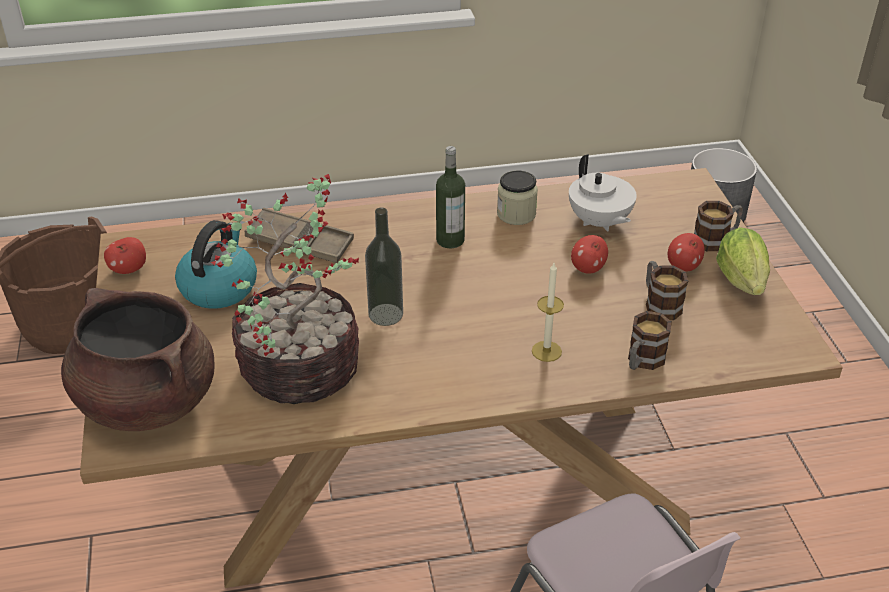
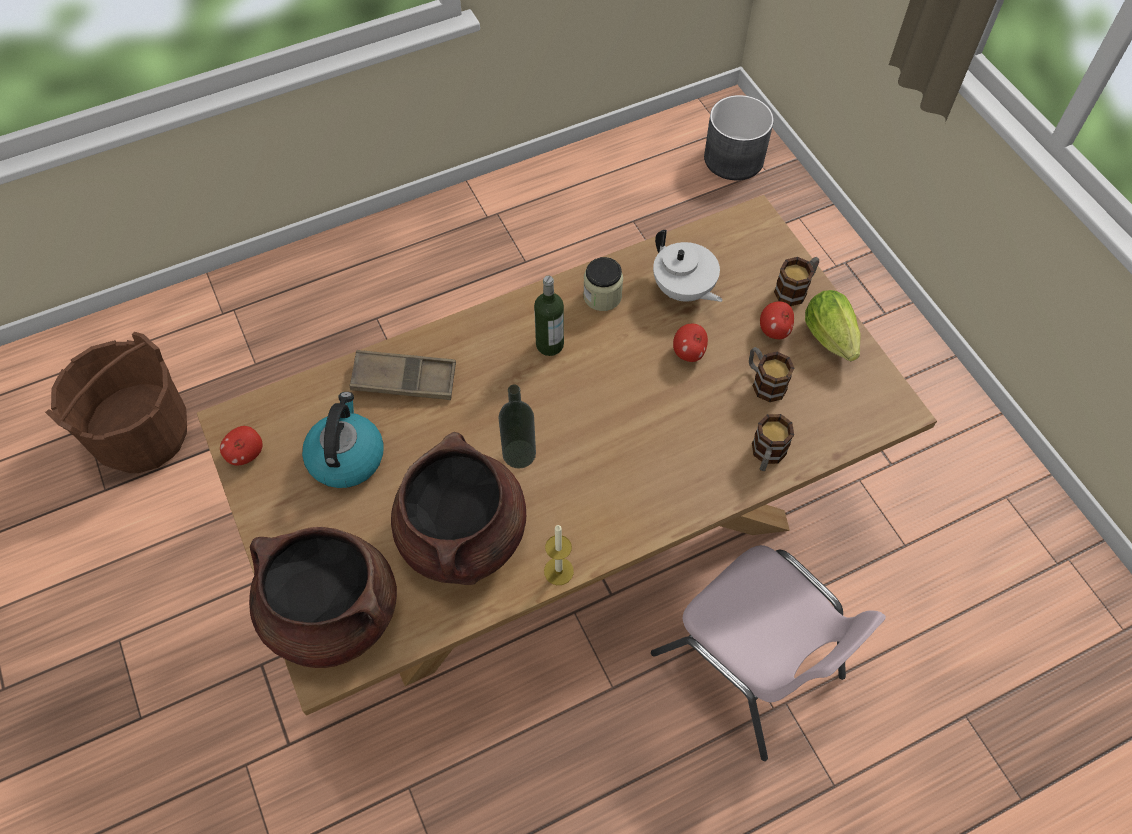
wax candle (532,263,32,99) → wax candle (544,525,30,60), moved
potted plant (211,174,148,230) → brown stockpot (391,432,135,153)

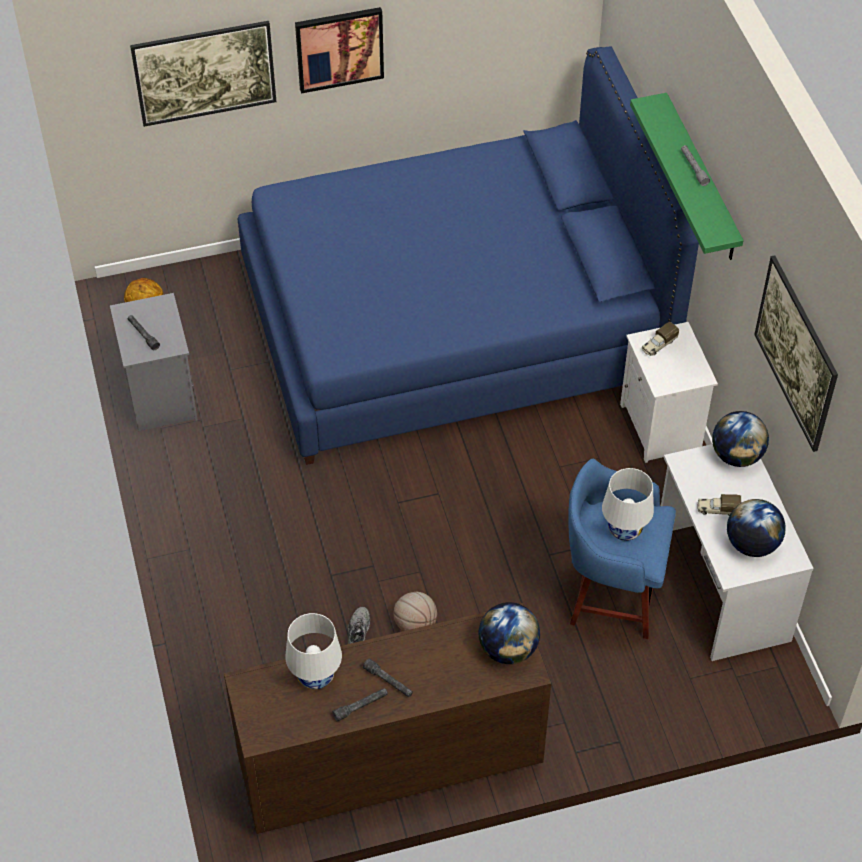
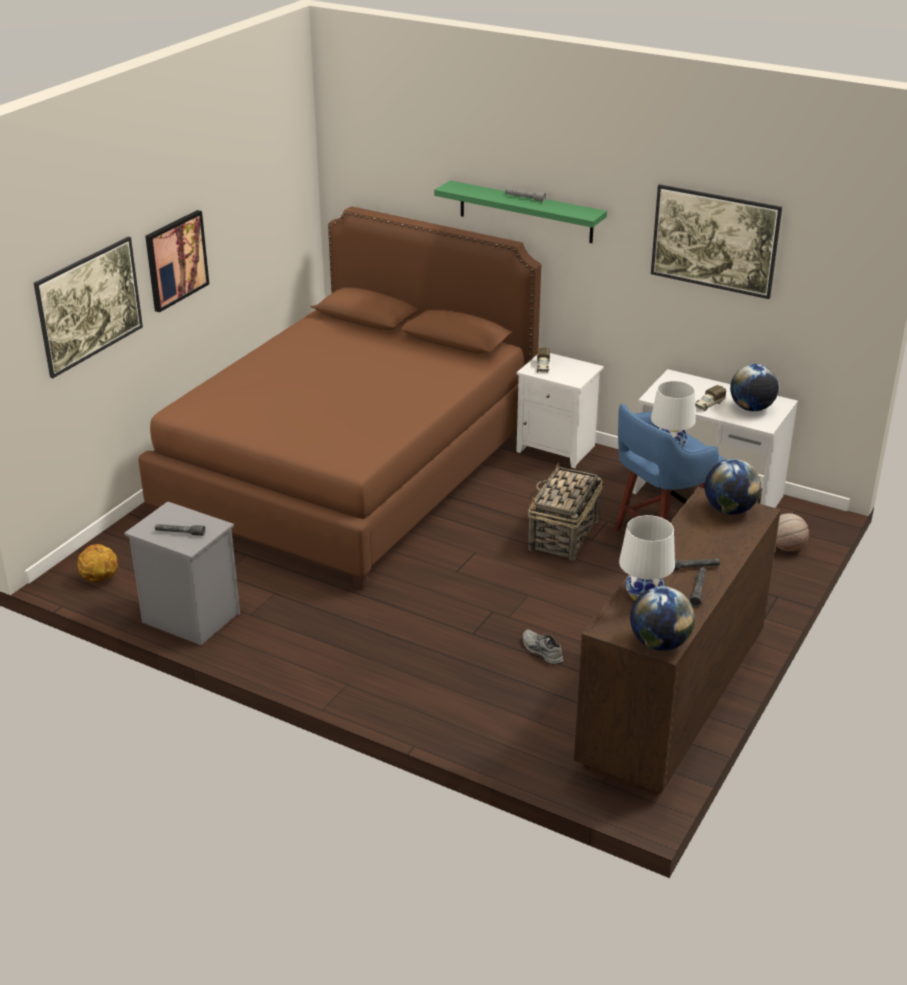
- → basket (528,462,75,99)
ball for basketball (393,592,44,39) → ball for basketball (775,513,34,38), moved
globe (712,411,57,56) → globe (630,586,65,65), moved
bluish sleeping bed (238,47,461,418) → brown sleeping bed (138,207,403,383)

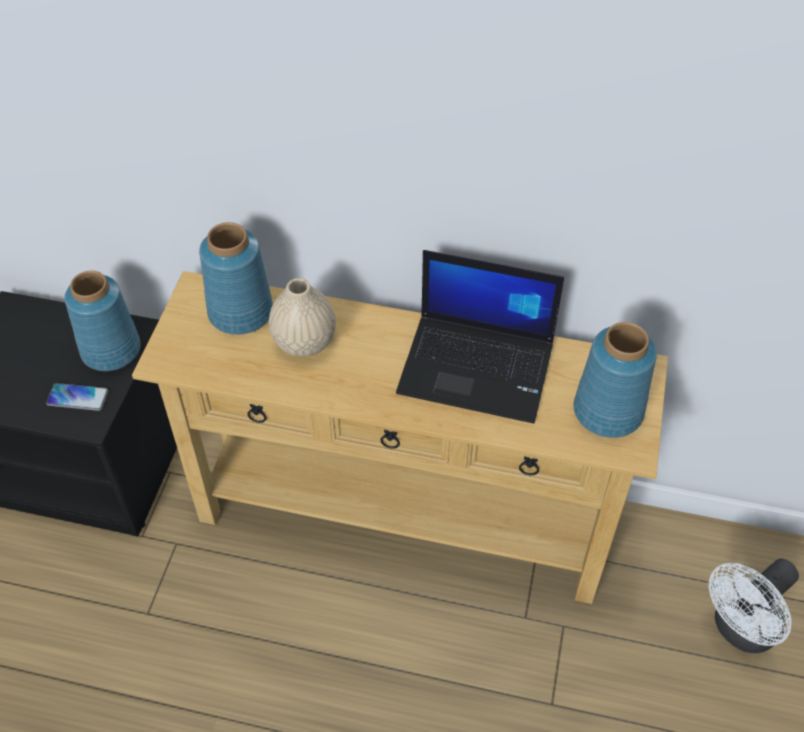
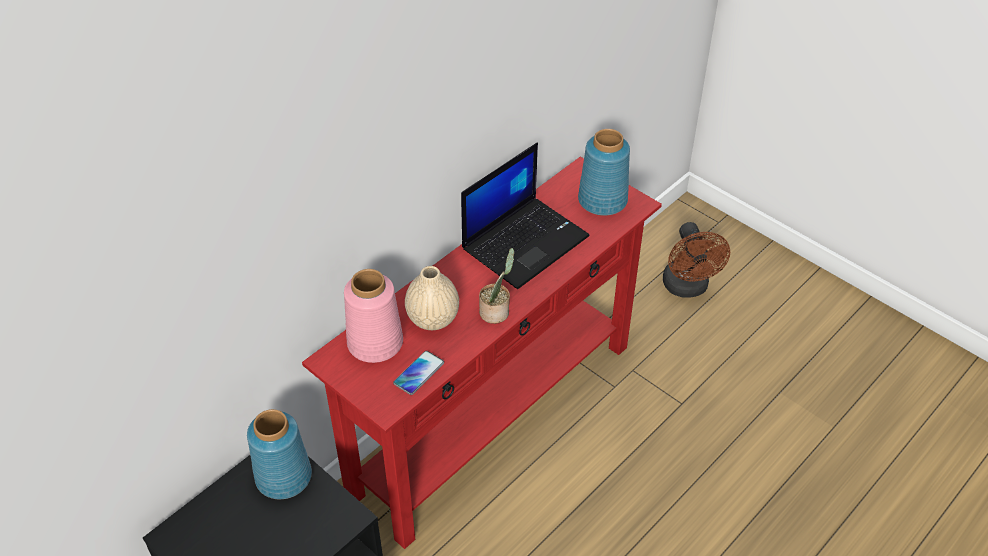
- → potted plant (479,248,35,76)
phone (46,383,63,28) → phone (393,351,51,44), moved
sand-coloured console table (132,271,536,333) → reddish console table (302,157,360,392)
bluish flower vase (199,222,74,113) → pink flower vase (344,269,59,94)
white electric fan (709,558,90,95) → brown electric fan (663,222,67,76)

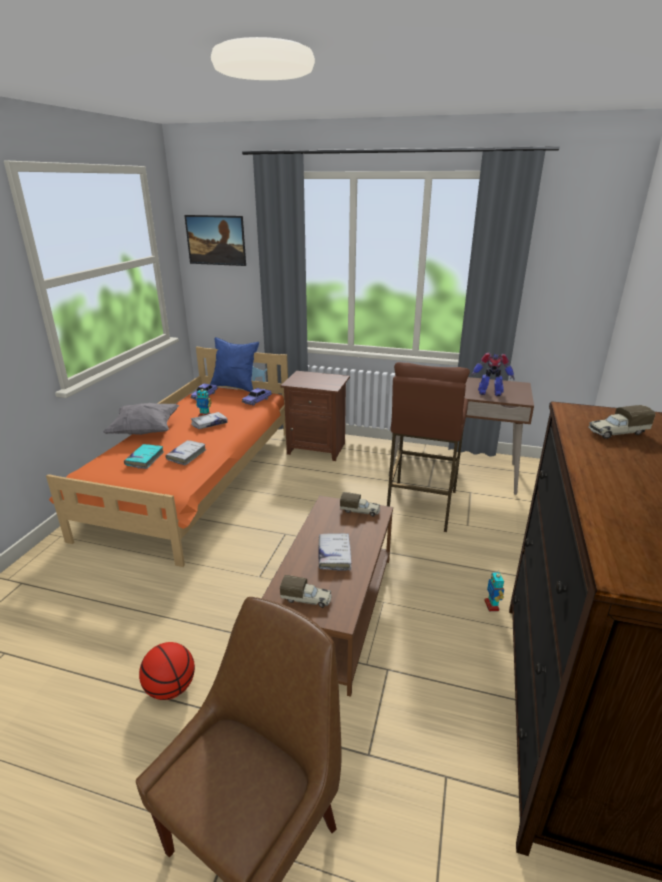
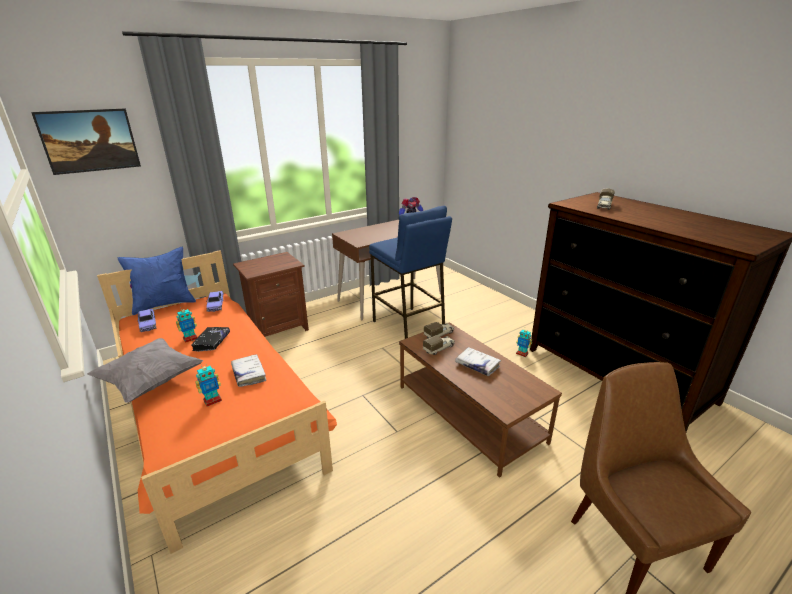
ball for basketball (139,642,56,58) → -
model truck (280,575,51,33) → model truck (423,336,32,19), moved
turquoise volume (124,444,40,25) → model robot (195,363,27,43)
white volume (191,412,37,17) → black volume (191,327,39,24)
brown sitting stool (387,362,83,170) → bluish sitting stool (369,206,83,133)

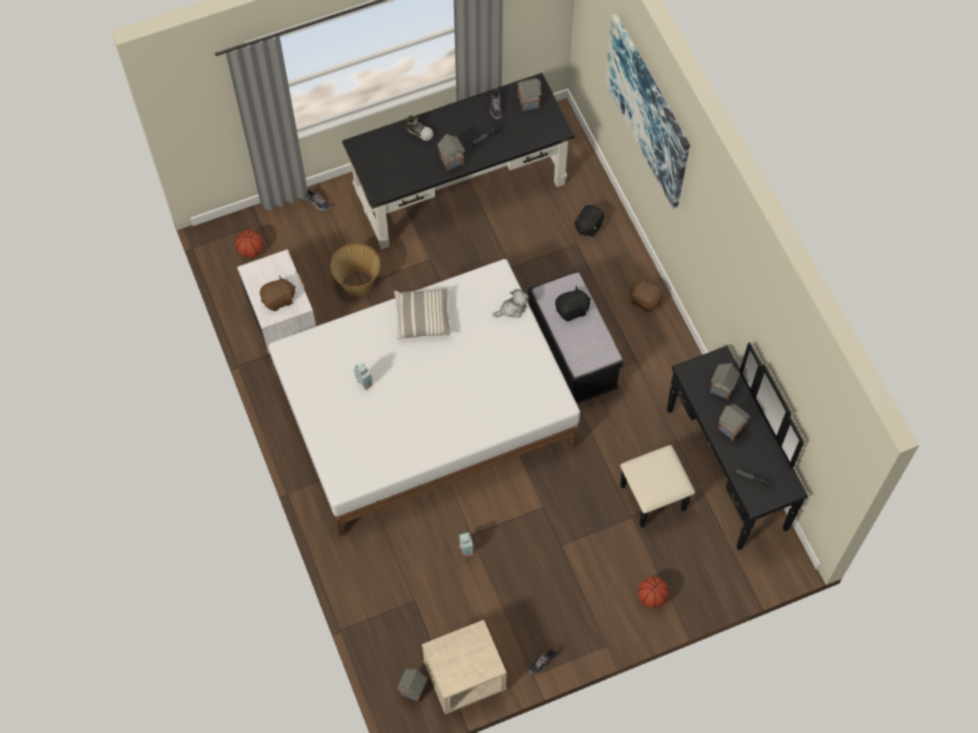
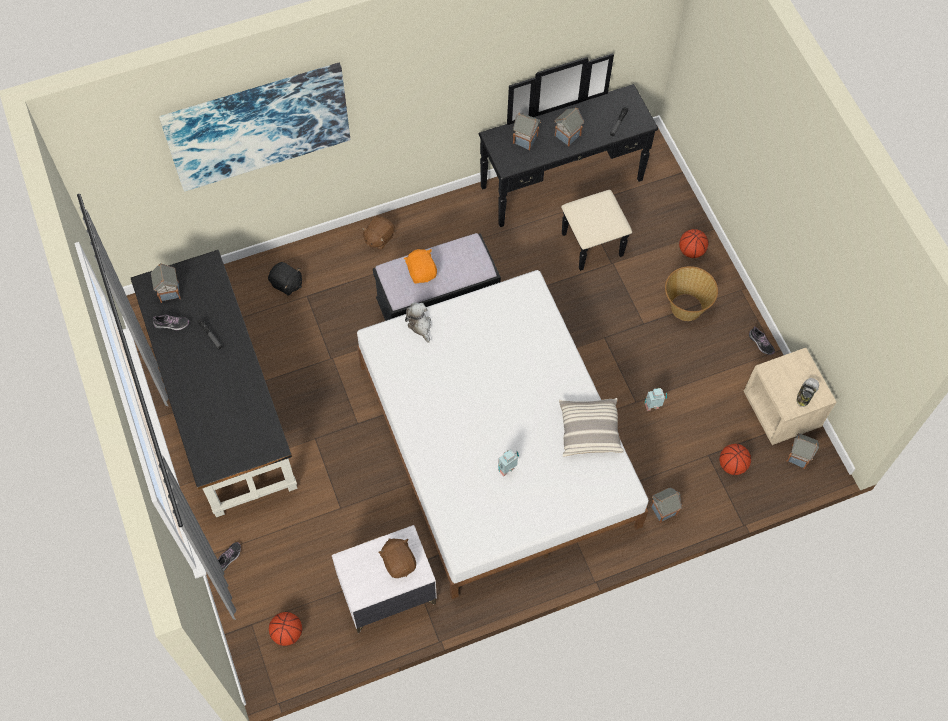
- → ball for basketball (719,444,32,31)
basket (330,243,51,53) → basket (665,266,53,55), moved
throw pillow (394,288,58,52) → throw pillow (559,398,65,58), moved
low shoe (406,115,28,26) → low shoe (796,378,23,29), moved
model house (437,134,28,38) → model house (650,488,32,35), moved
black cuddly toy (555,286,36,35) → orangey cuddly toy (404,249,33,34)

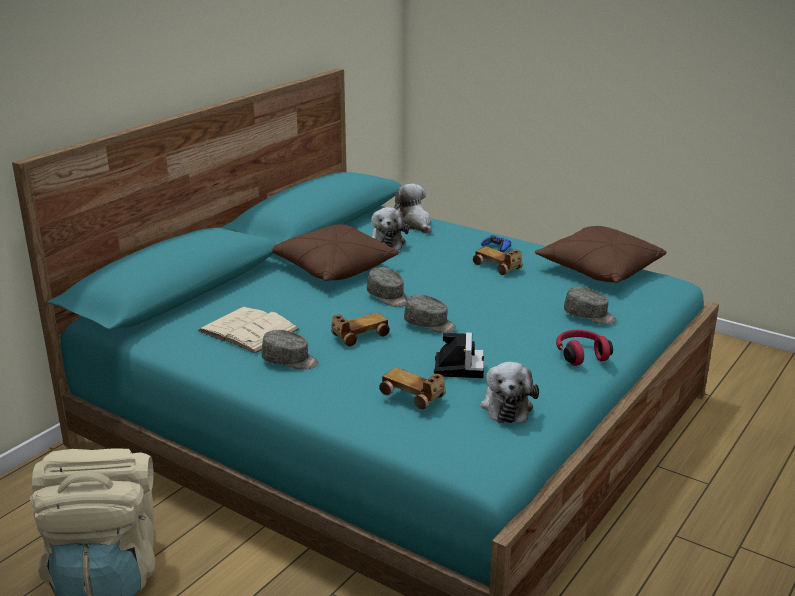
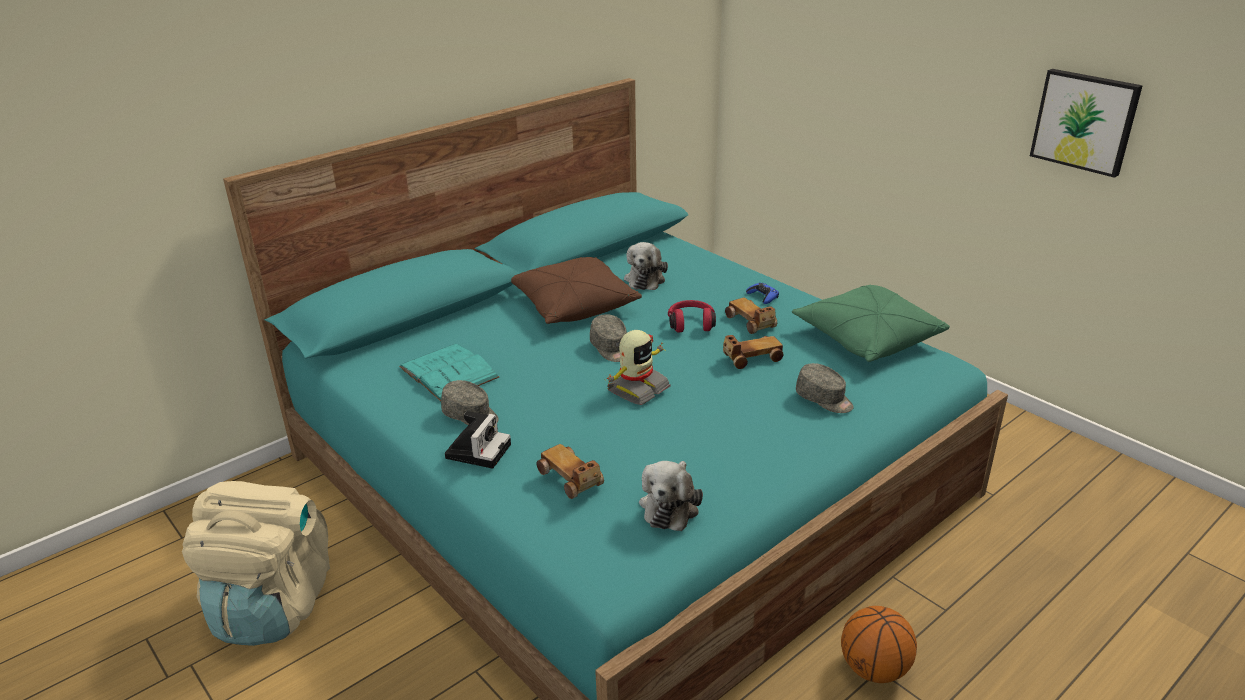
cuddly toy (394,184,38,50) → -
- → ball for basketball (841,606,76,77)
- → picture (1030,69,113,109)
toy car (331,313,59,33) → toy car (723,335,61,34), moved
photo camera (434,332,50,46) → photo camera (445,411,66,58), moved
reddish headset (556,330,57,36) → reddish headset (668,300,48,32), moved
grey cap (404,294,52,39) → model robot (607,330,63,75)
sand-coloured volume (198,307,101,46) → turquoise volume (399,343,100,59)
brown throw pillow (535,226,131,57) → green-coloured throw pillow (792,285,158,77)

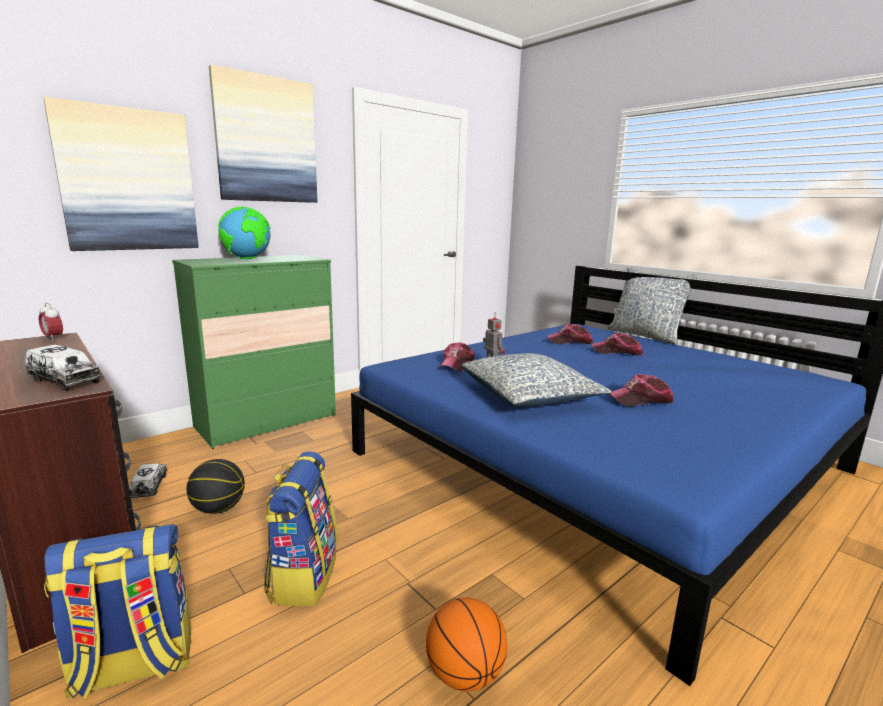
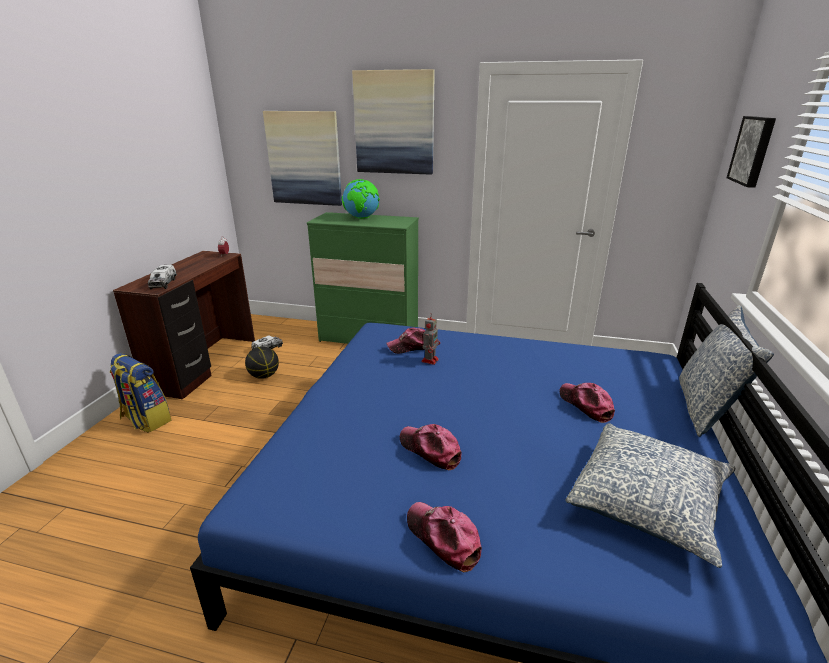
backpack (264,451,74,155) → -
ball for basketball (426,597,81,94) → -
- → picture (727,116,49,72)
throw pillow (462,353,149,54) → throw pillow (566,423,170,145), moved
cap (546,324,47,21) → cap (407,502,75,70), moved

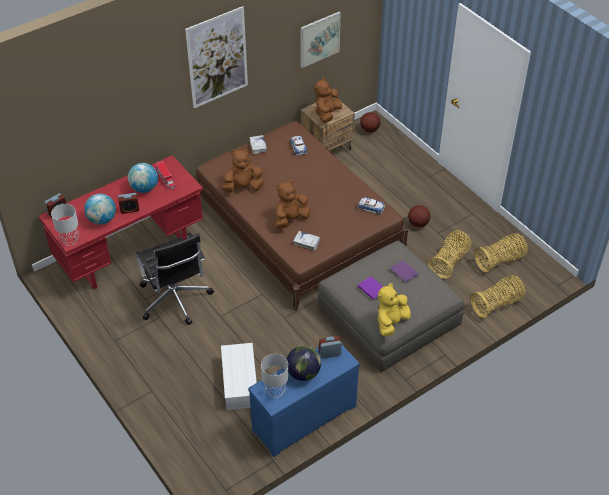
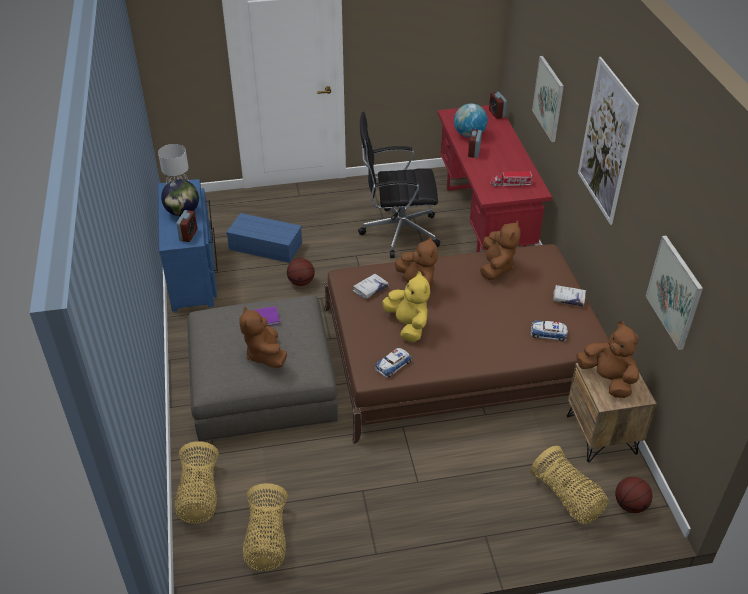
grey tabletop lamp (51,204,28,42) → -
globe (128,163,30,30) → -
- → picture (532,56,32,86)
yellowish cuddly toy (378,283,33,54) → yellowish cuddly toy (382,271,48,71), moved
ball for basketball (408,205,22,22) → ball for basketball (287,258,28,28), moved
basket (428,230,43,49) → basket (531,446,78,79), moved
purplish volume (390,260,29,24) → brown cuddly toy (239,306,48,62)
white storage box (221,343,36,67) → bluish storage box (226,213,76,50)

